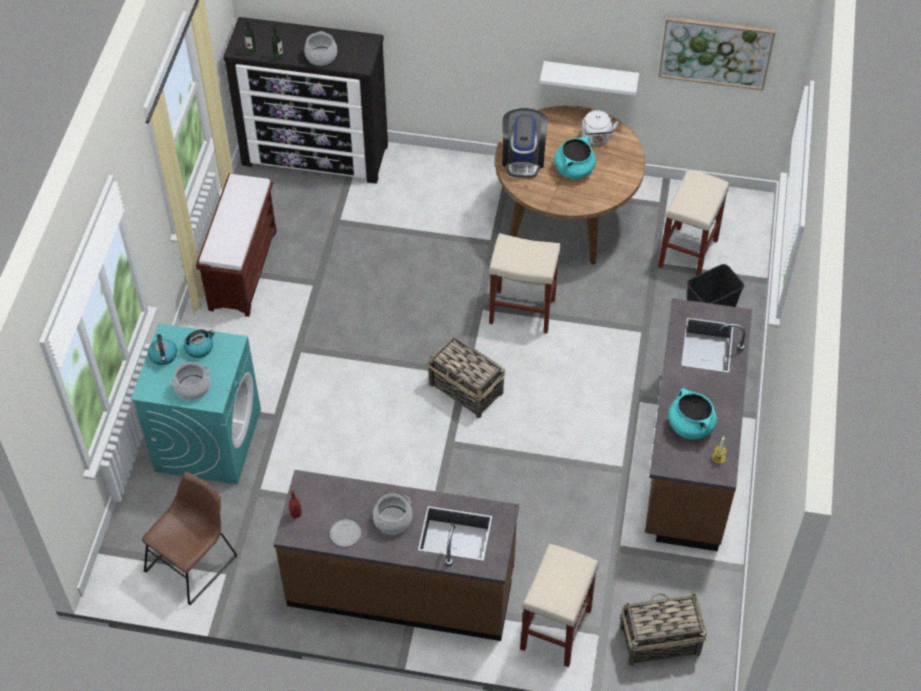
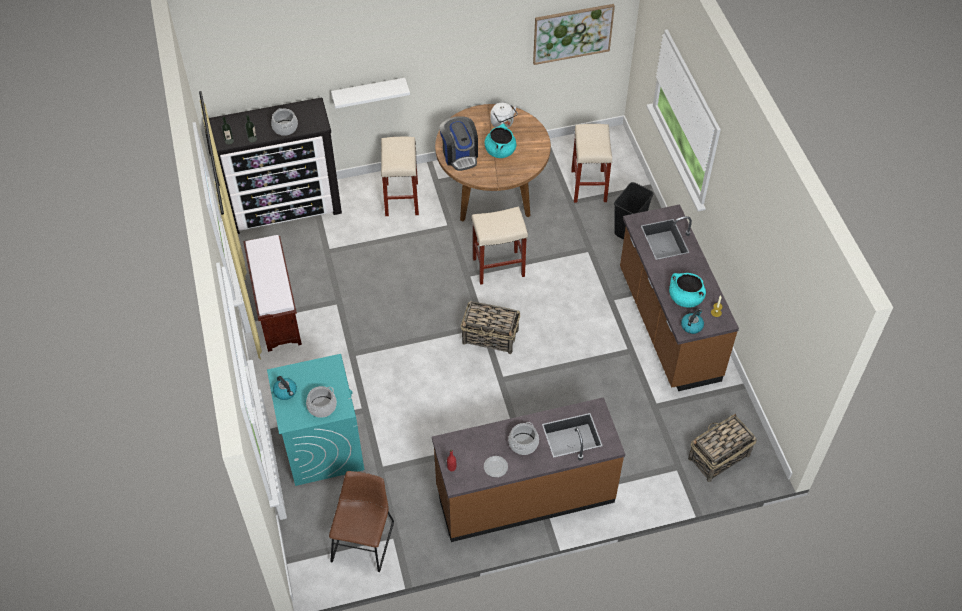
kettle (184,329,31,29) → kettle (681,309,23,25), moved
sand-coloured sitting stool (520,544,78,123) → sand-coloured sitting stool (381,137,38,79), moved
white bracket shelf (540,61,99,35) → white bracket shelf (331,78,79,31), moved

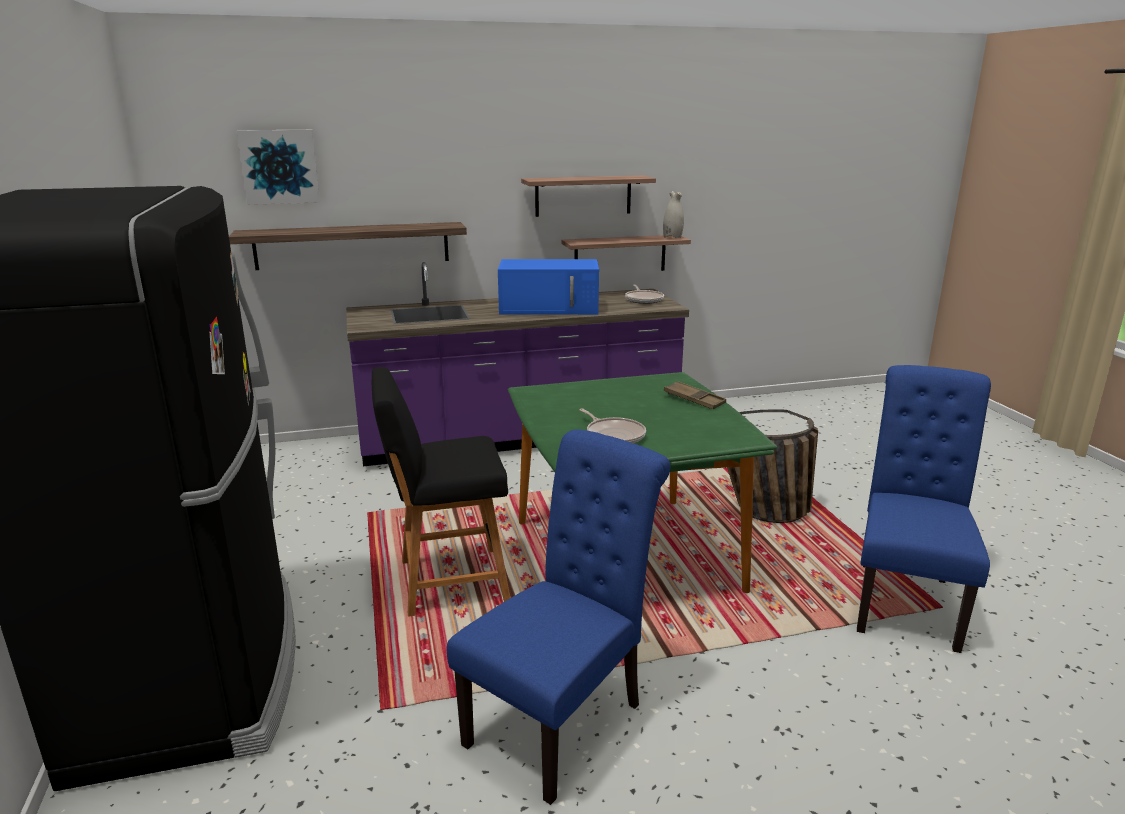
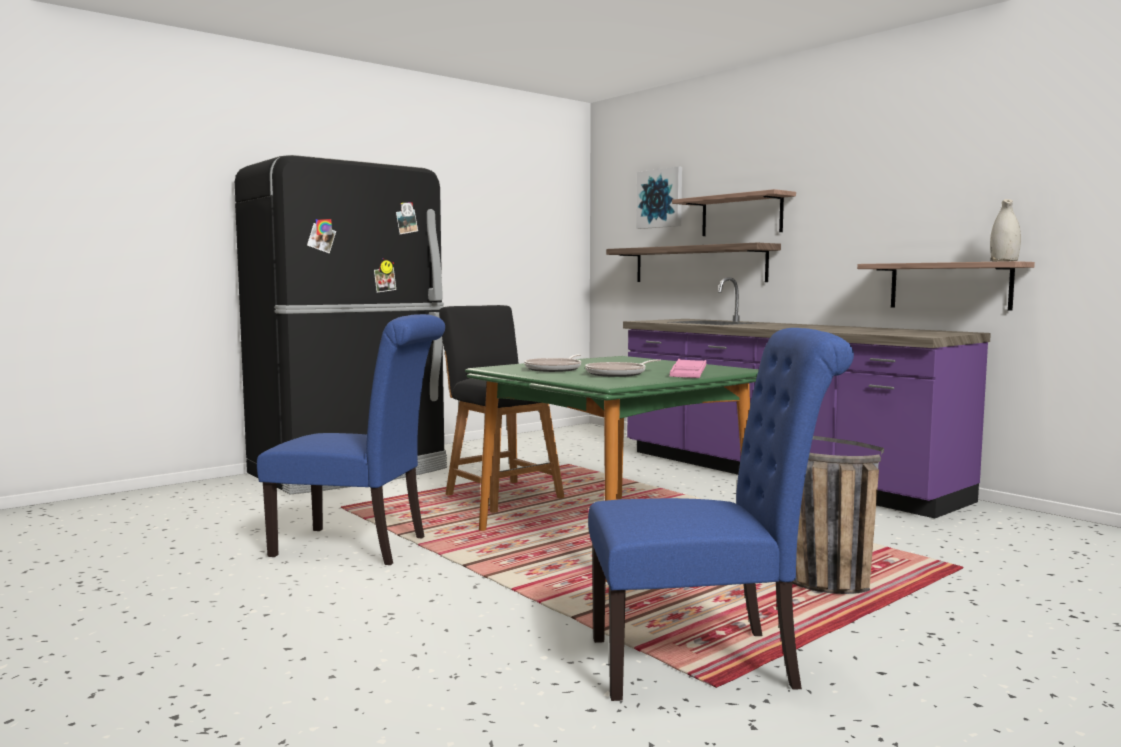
bluish microwave (498,259,101,56) → -
bracket shelf (521,175,135,42) → bracket shelf (672,189,124,47), moved
skillet (625,285,39,19) → skillet (585,359,76,18), moved
brown tray (664,381,62,28) → pink tray (670,359,36,19)

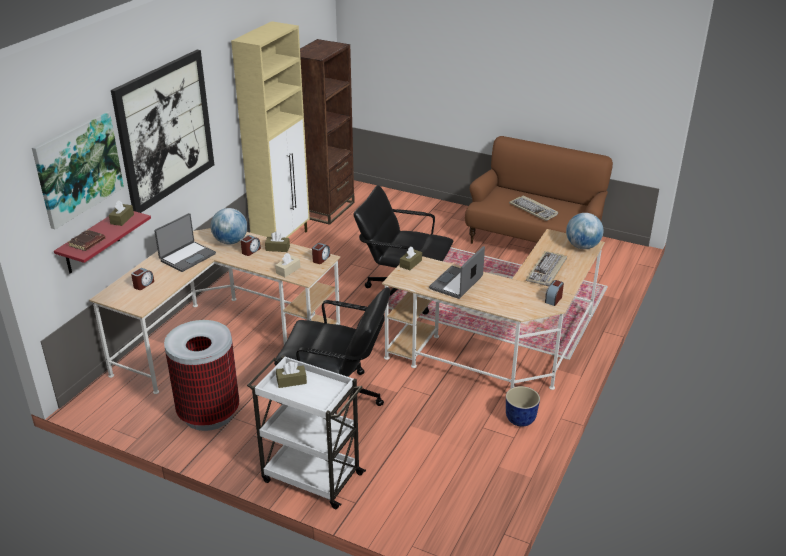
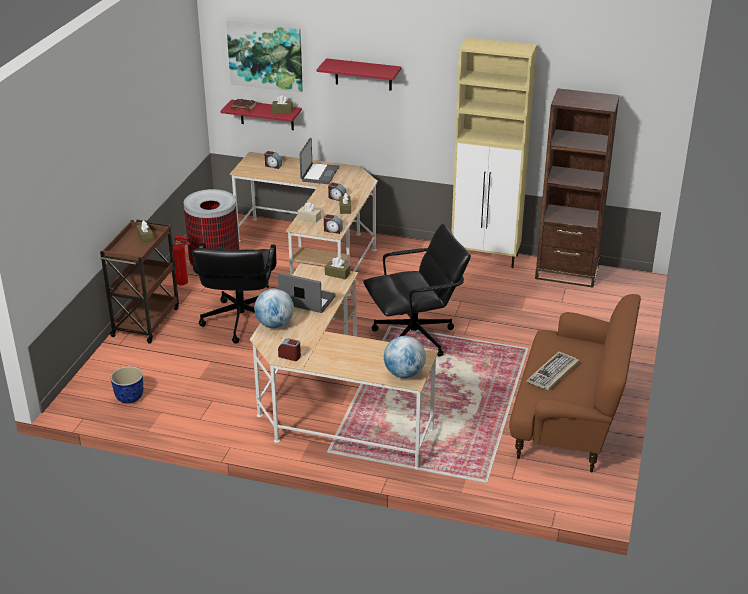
computer keyboard (526,251,41,35) → -
- → fire-fighting cylinder (170,236,20,49)
globe (211,208,36,36) → globe (254,288,40,40), moved
plant pot (506,386,34,41) → plant pot (110,366,33,38), moved
picture (111,50,103,163) → reddish bracket shelf (317,58,84,33)
white cart (247,355,119,154) → brown cart (100,220,79,124)
notebook computer (154,213,62,59) → notebook computer (300,138,39,46), 105 degrees counterclockwise
black office chair (353,185,100,130) → black office chair (363,224,108,133), 60 degrees clockwise

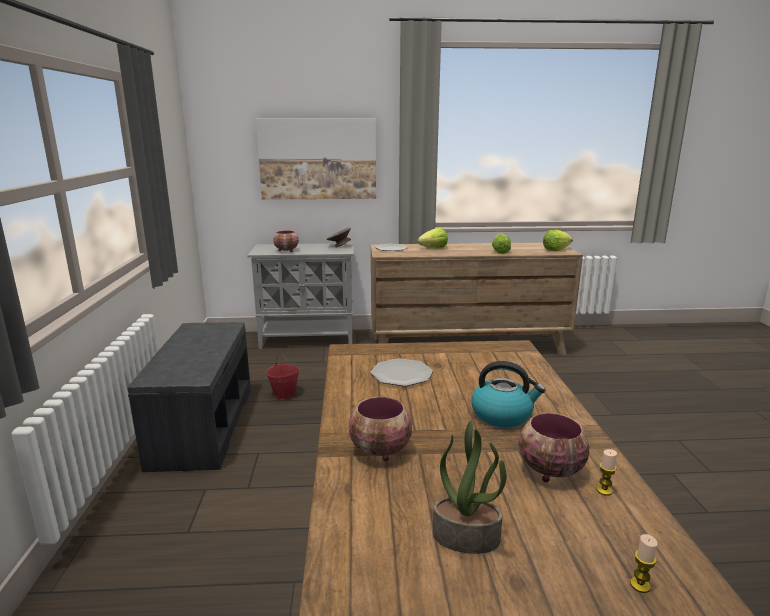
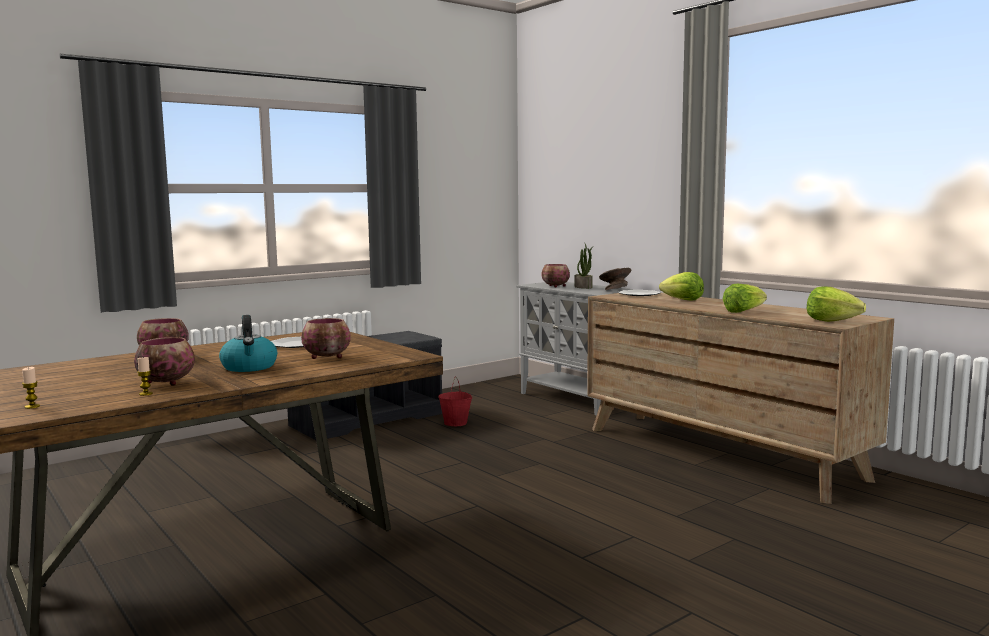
picture (256,119,120,81) → -
- → deep dish (301,318,50,41)
potted plant (433,421,73,133) → potted plant (575,244,19,45), moved

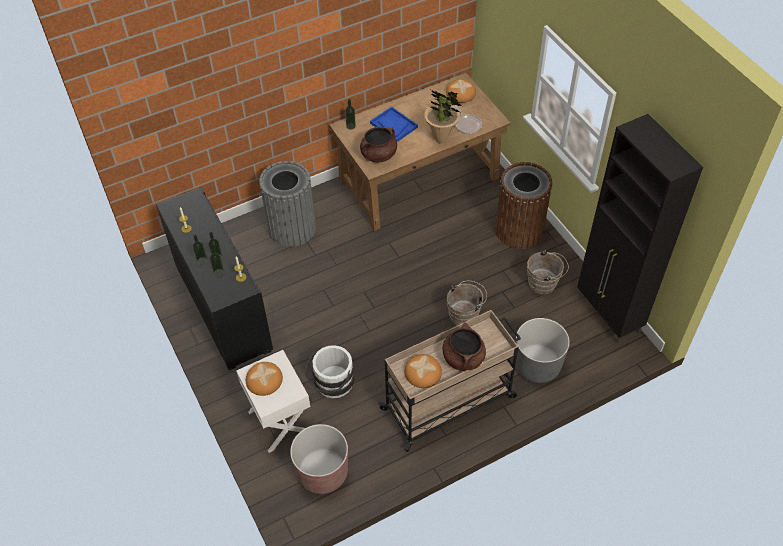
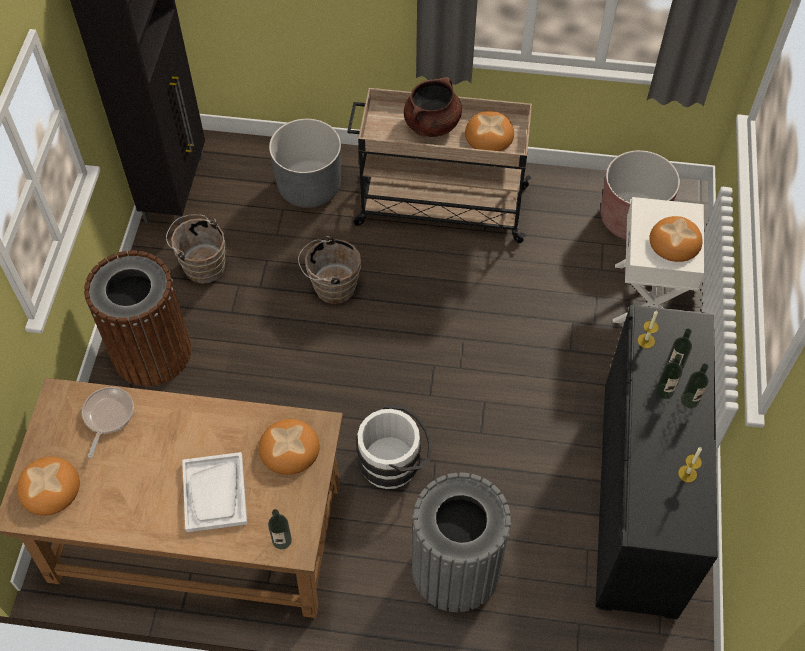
potted plant (424,90,40,53) → -
white pail (305,345,49,53) → white pail (356,405,76,84), moved
brown stockpot (360,127,37,35) → bread (259,419,61,56)
bluish tray (370,106,48,36) → white tray (182,452,65,80)

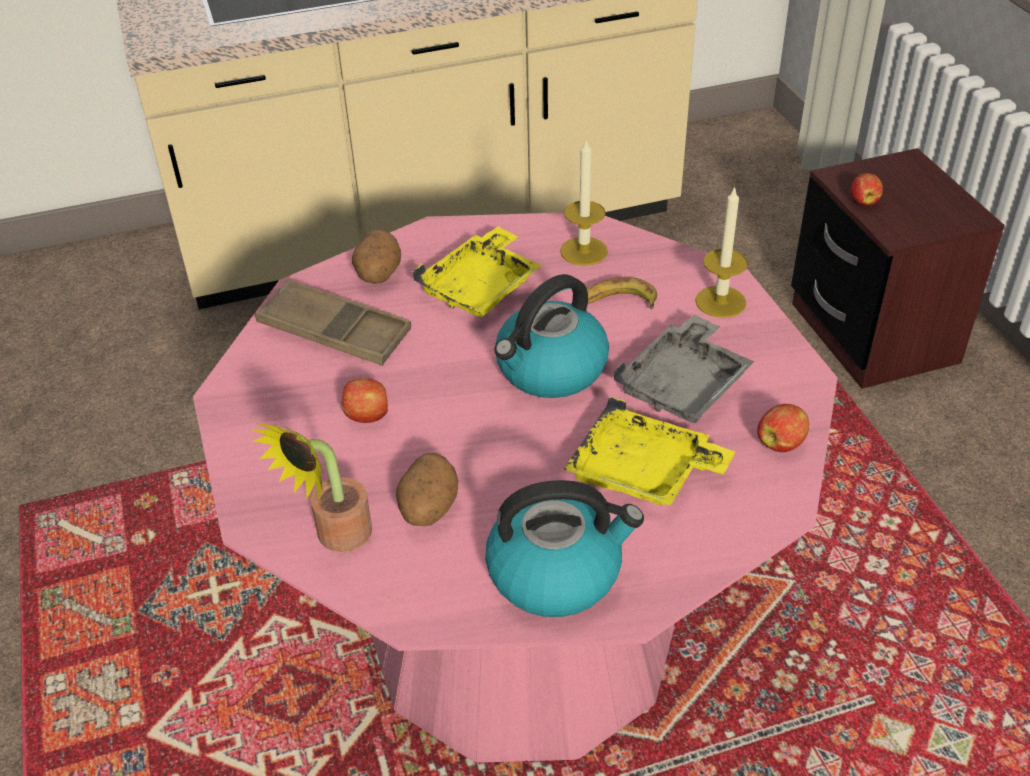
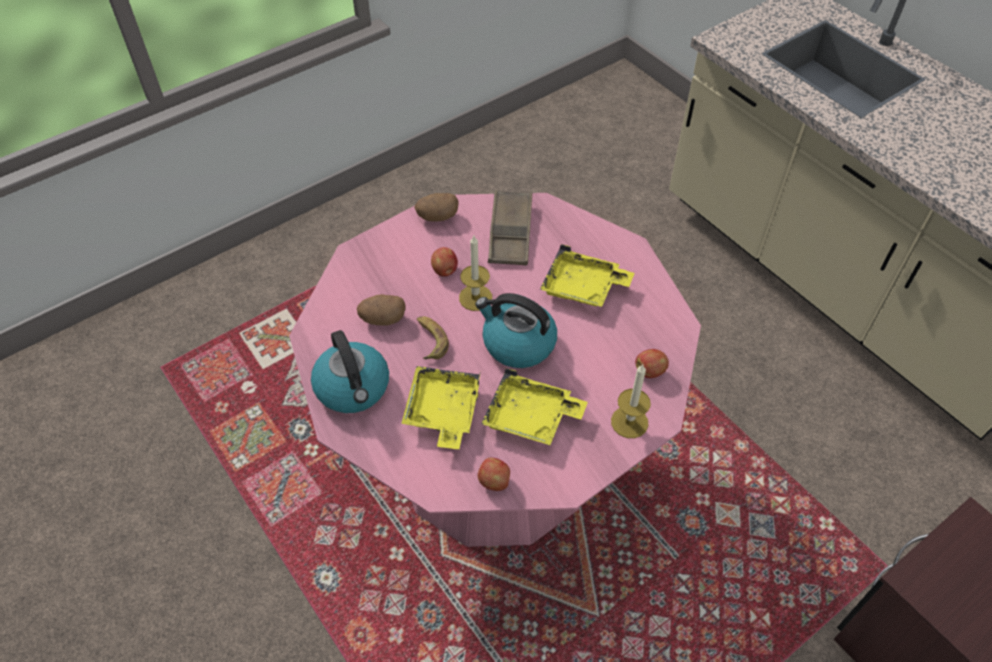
potted plant (252,423,120,129) → -
spud (352,229,49,55) → spud (414,193,45,29), moved
wax candle (560,140,48,126) → wax candle (459,236,33,75), moved
banana (587,277,70,32) → banana (417,316,32,43), moved
apple (851,173,32,33) → apple (635,349,34,29), moved
grey tray (613,314,141,109) → yellowish tray (481,368,107,77)

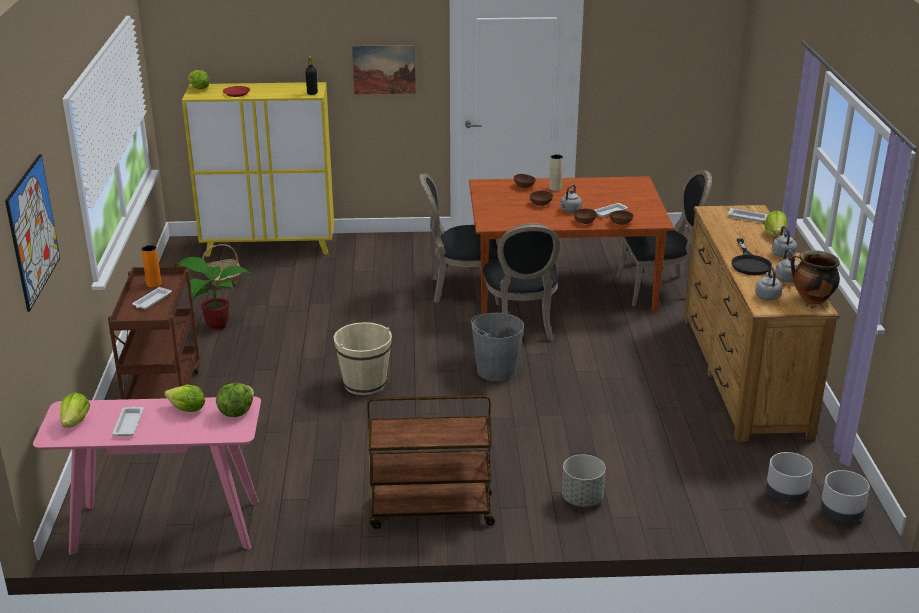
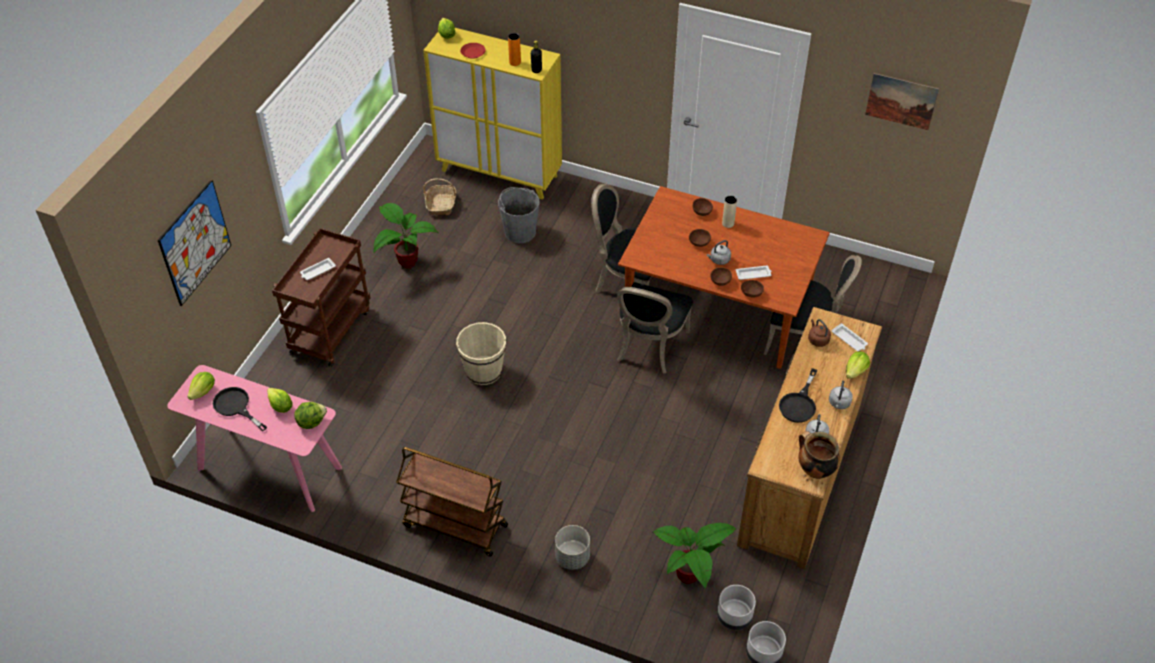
grey kettle (755,267,27,34) → -
- → potted plant (653,523,83,66)
- → brown kettle (808,319,23,28)
orangey flower vase (141,245,21,43) → orangey flower vase (508,33,13,33), moved
picture (352,45,64,49) → picture (865,73,74,57), moved
grey pail (471,311,53,71) → grey pail (498,187,42,56), moved
white tray (112,407,31,29) → black skillet (213,387,54,44)

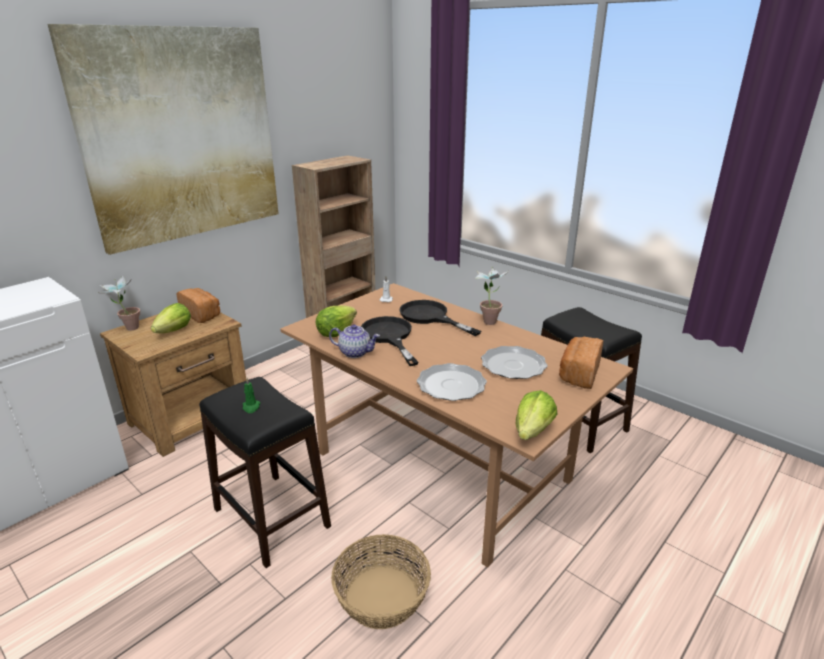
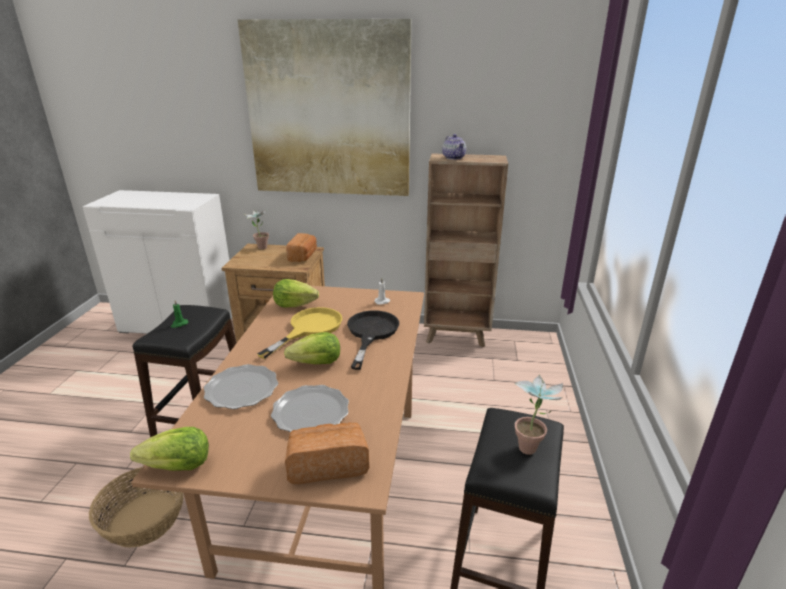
head of lettuce (151,303,40,30) → head of lettuce (284,332,56,32), moved
pot for tea (329,325,51,33) → pot for tea (442,134,24,26), moved
potted plant (475,267,34,58) → potted plant (514,374,49,81), moved
black skillet (361,316,57,50) → yellowish skillet (257,307,85,52)

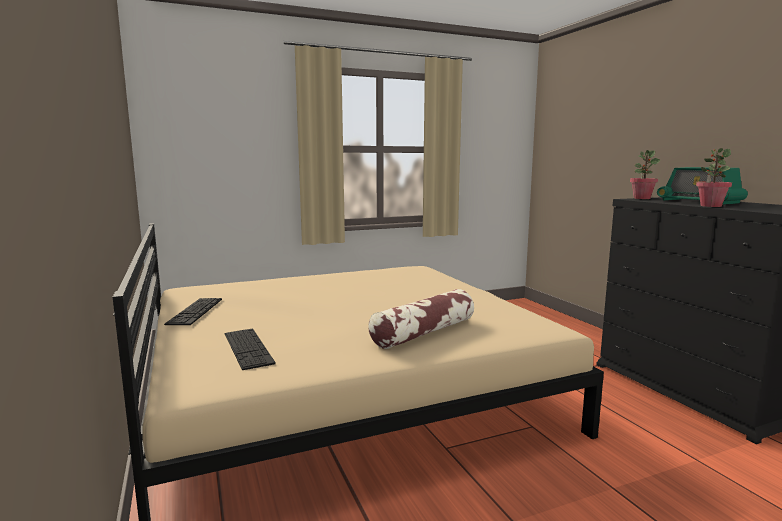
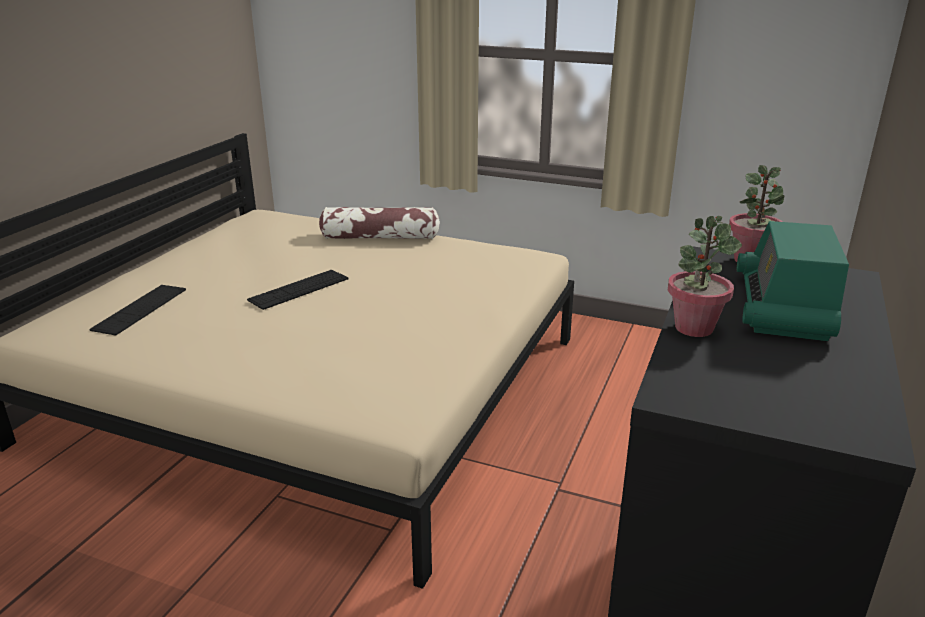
computer keyboard (164,298,58,27) → computer keyboard (247,270,102,40), moved
throw pillow (368,289,106,60) → throw pillow (319,207,121,32), moved

